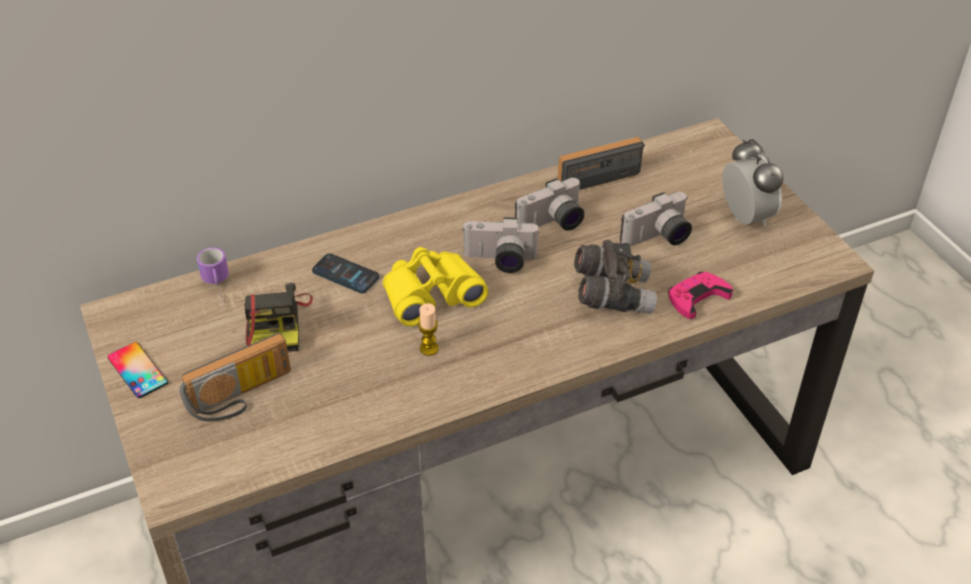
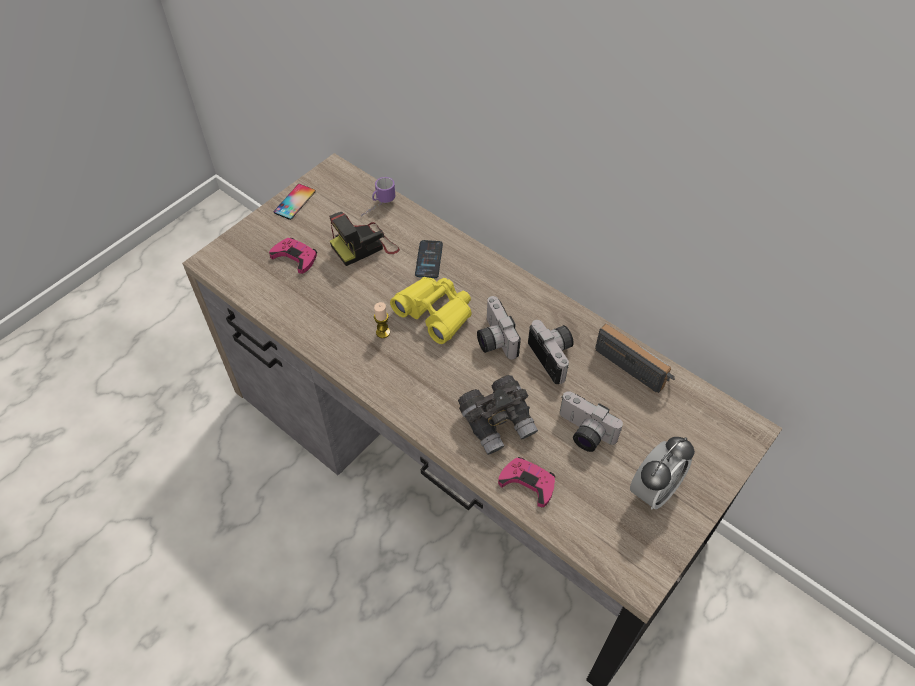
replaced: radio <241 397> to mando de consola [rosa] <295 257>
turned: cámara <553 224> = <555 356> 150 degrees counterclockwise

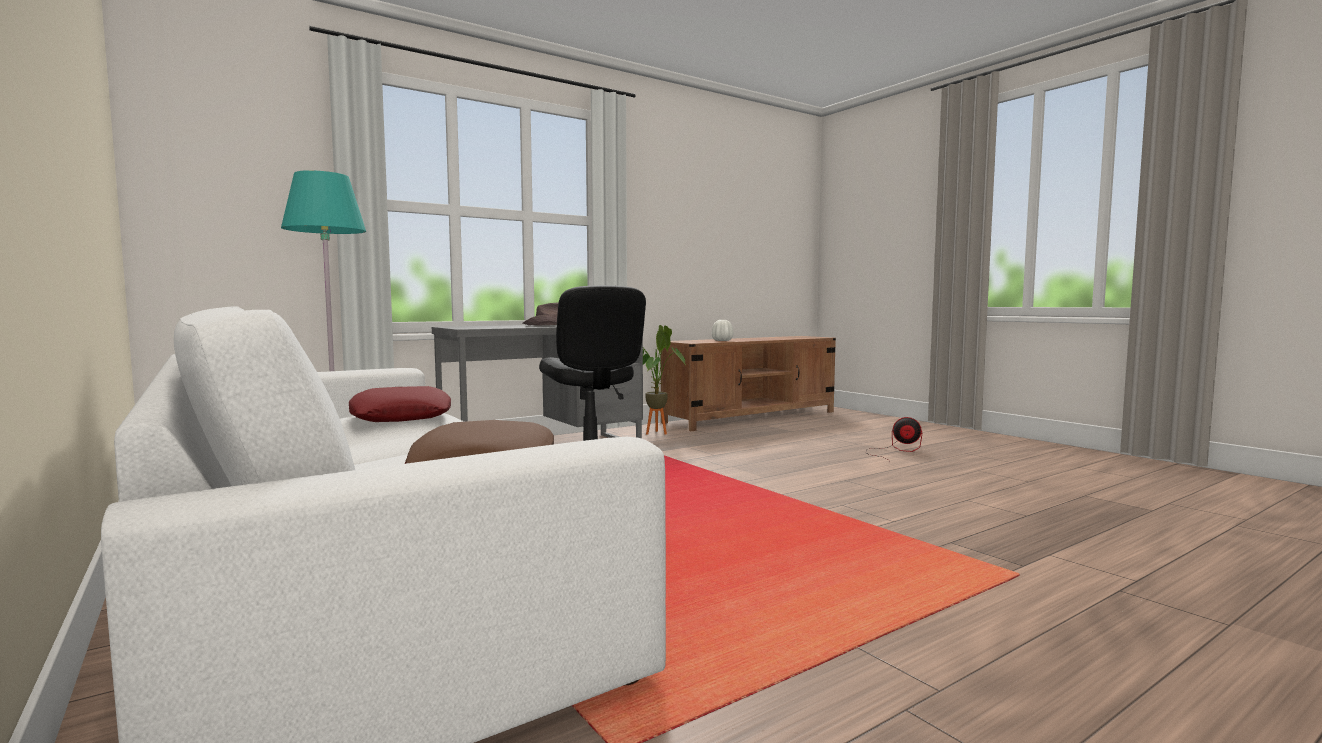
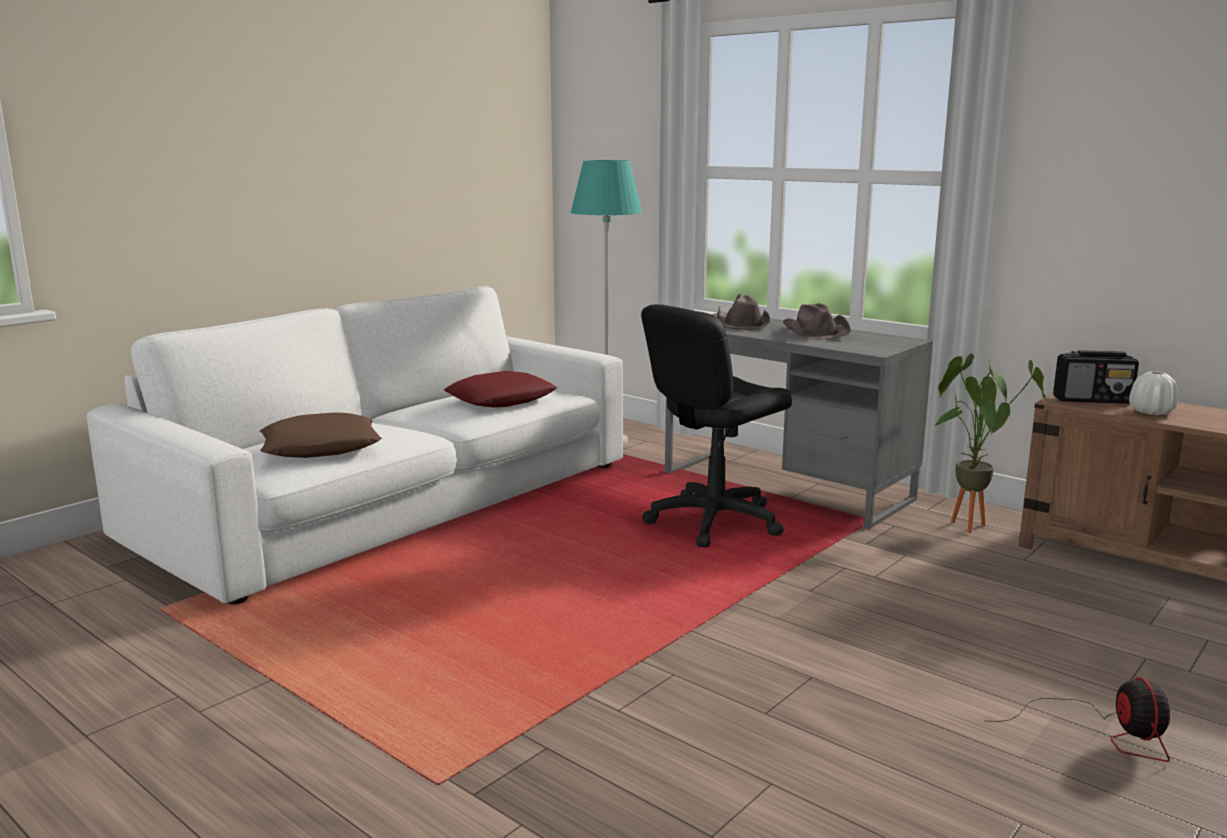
added: sombrero [marrón] <741 324>; radio <1093 400>

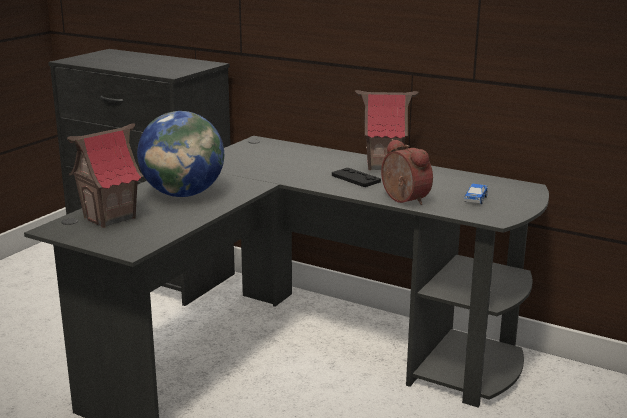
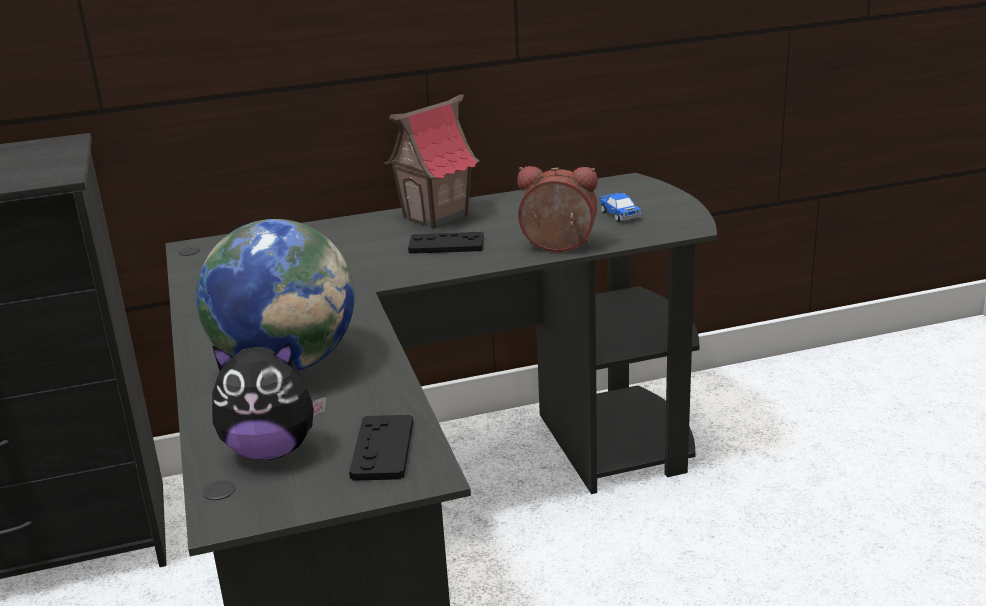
added: mando de consola [negro] <382 449>
replaced: casita <110 218> to peluche <271 450>

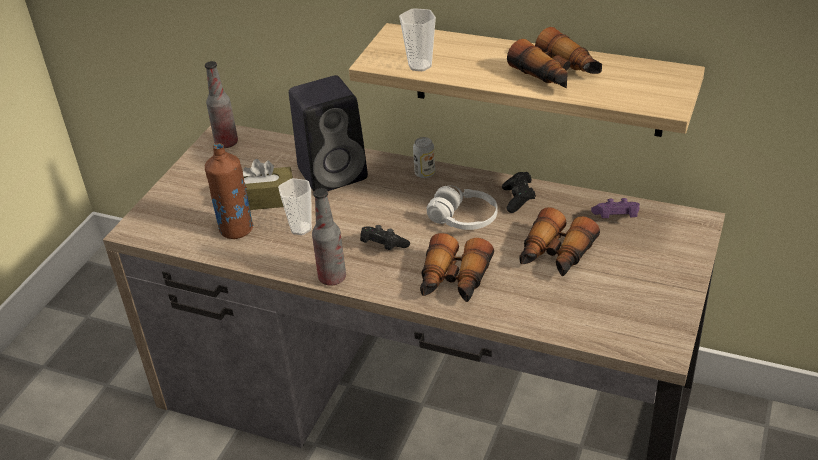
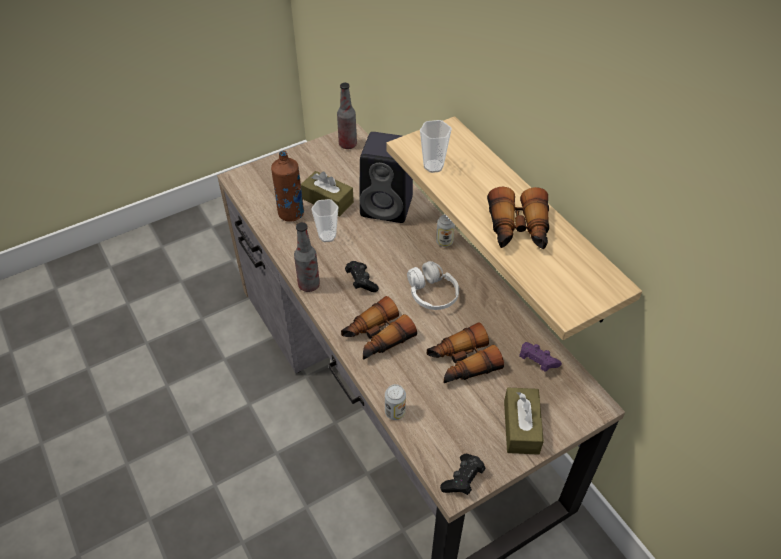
added: lata <395 412>; caja de pañuelos [marrón] <521 427>
moved: mando de consola [negro] <518 199> to <463 479>

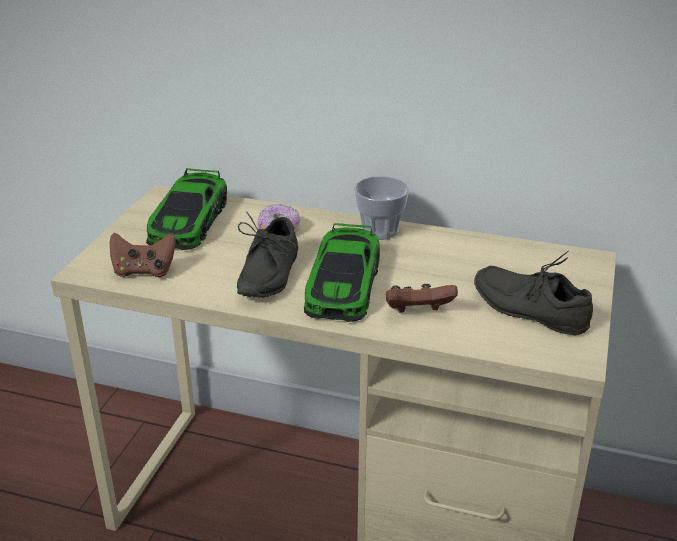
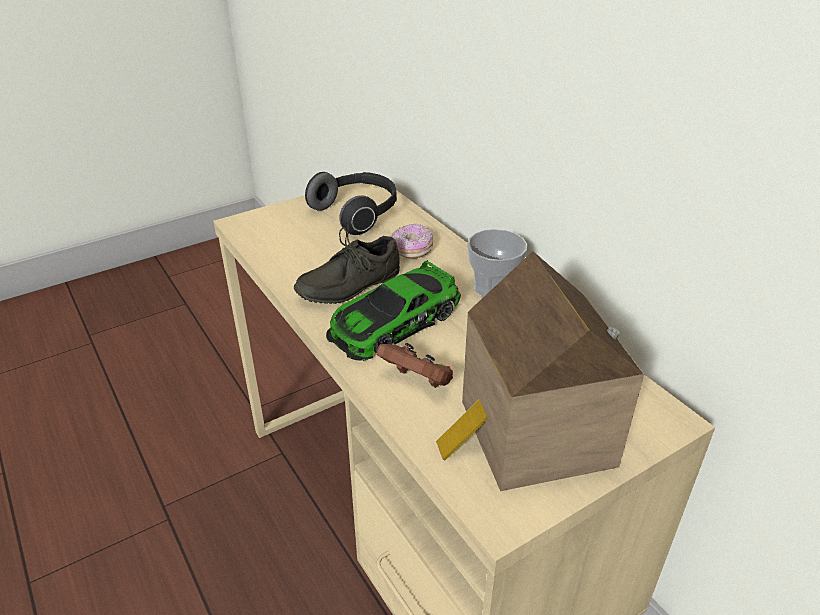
removed: mando de consola [marrón] <144 271>
replaced: coche de juguete <189 221> to auriculares <357 214>; zapato [gris] <531 308> to casita <529 436>

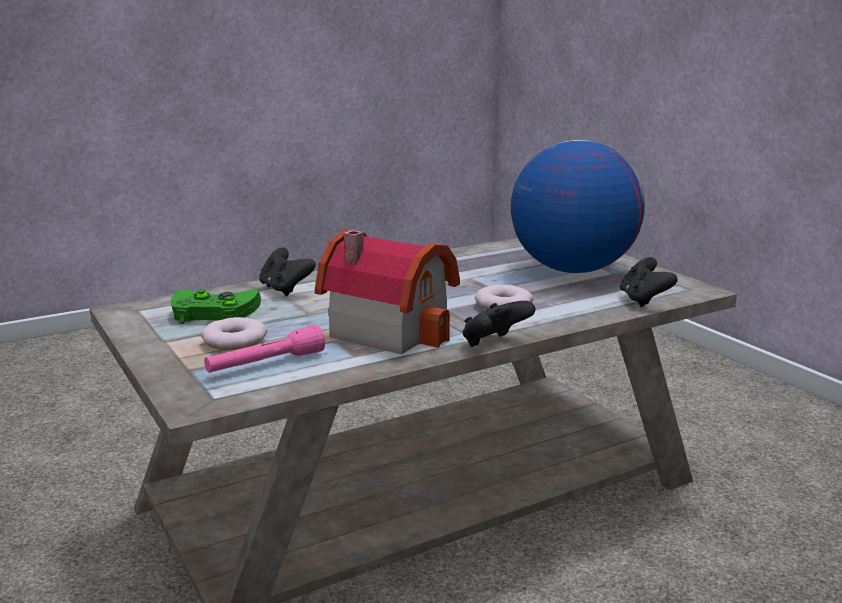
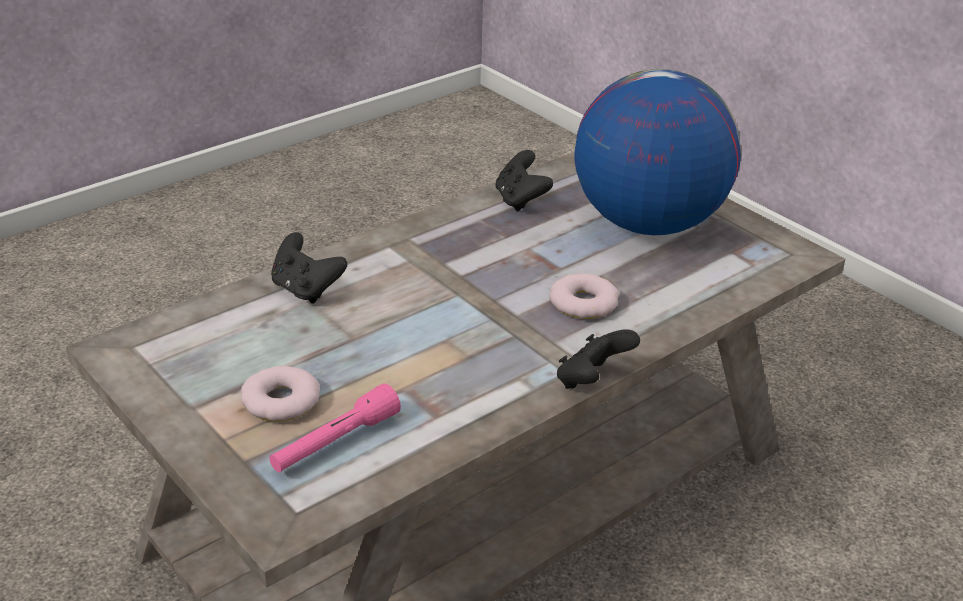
removed: mando de consola [verde] <211 312>; casita <390 328>
moved: mando de consola [negro] <643 300> to <520 200>

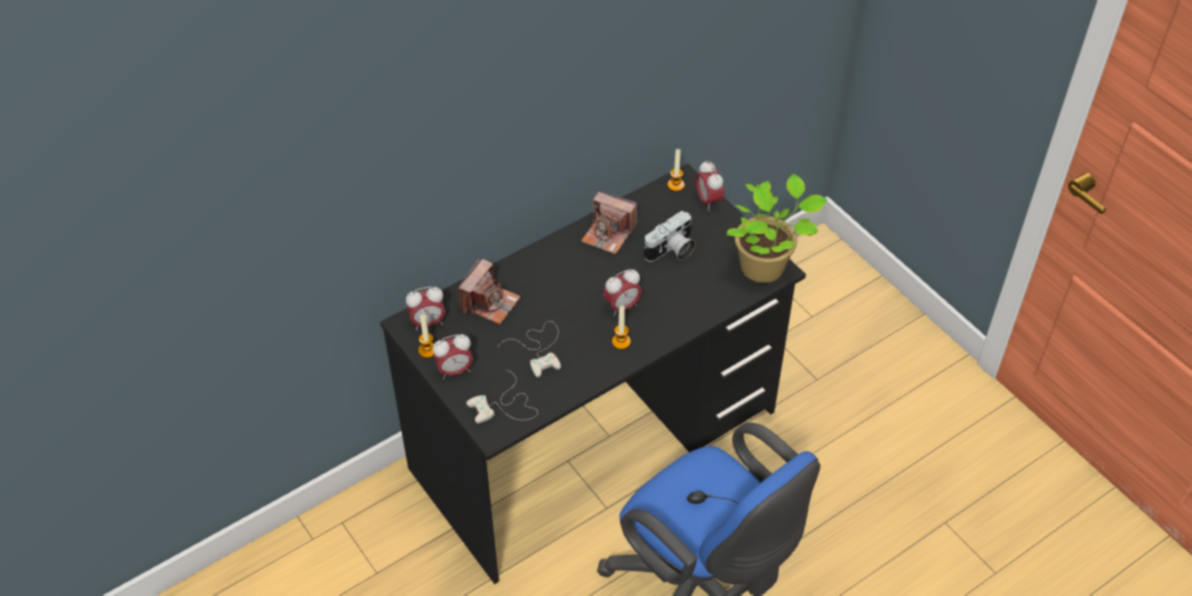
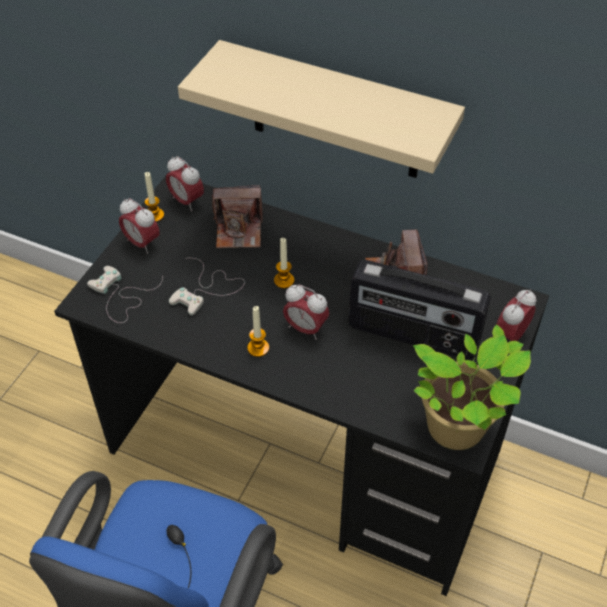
added: estante [beis] <336 113>
moved: vela <675 185> to <284 280>
replaced: cámara <672 251> to radio <413 335>

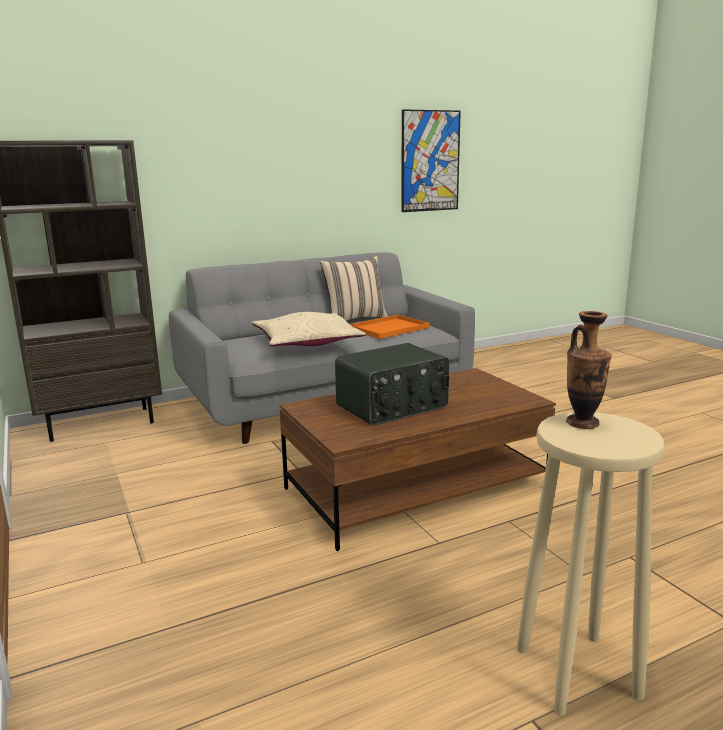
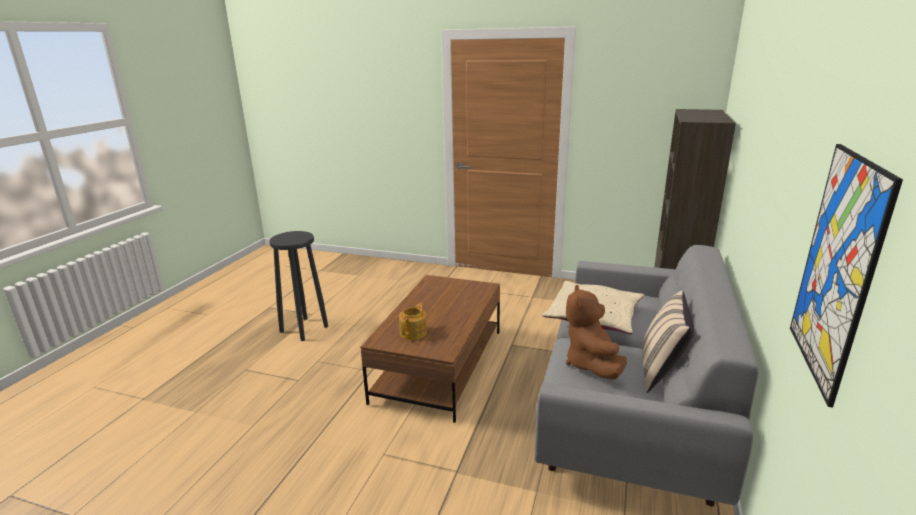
removed: radio <393 407>; florero <582 423>
added: tetera <414 332>
replaced: bandeja [naranja] <388 328> to peluche [marrón] <591 364>
recoloured: taburete [beis] <575 672> to taburete [negro] <304 328>

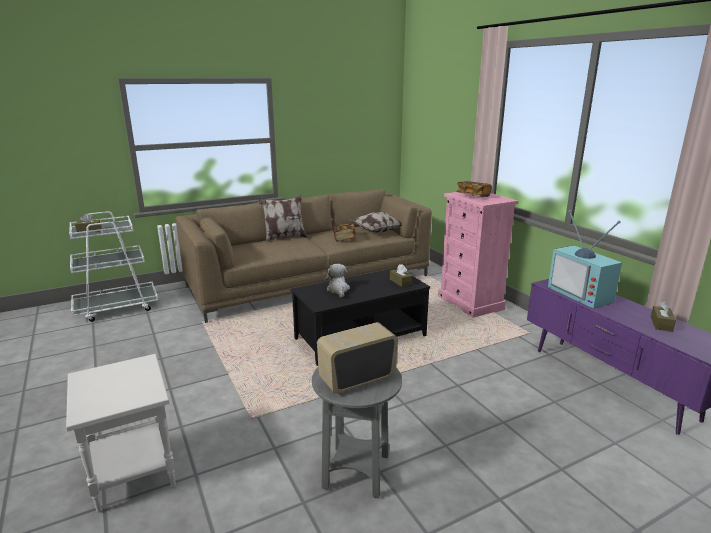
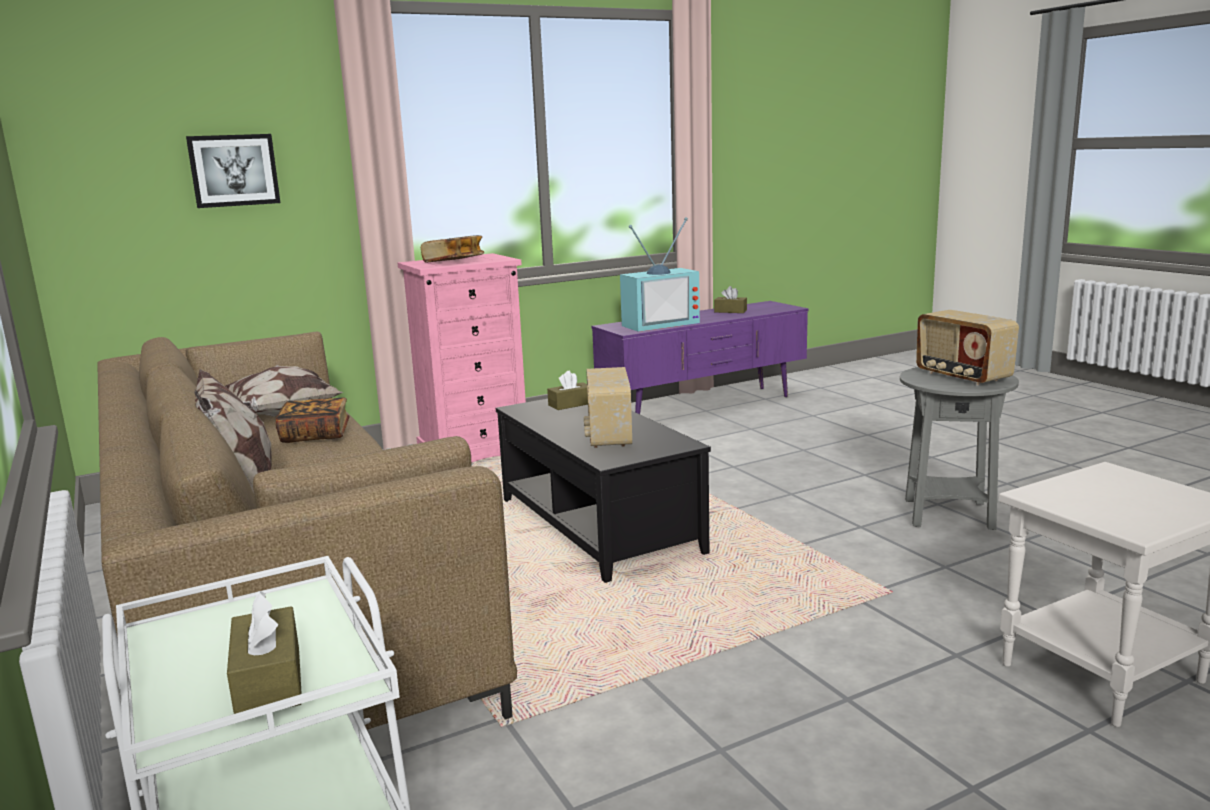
added: cuadro <234 170>
replaced: peluche <338 290> to radio <608 437>

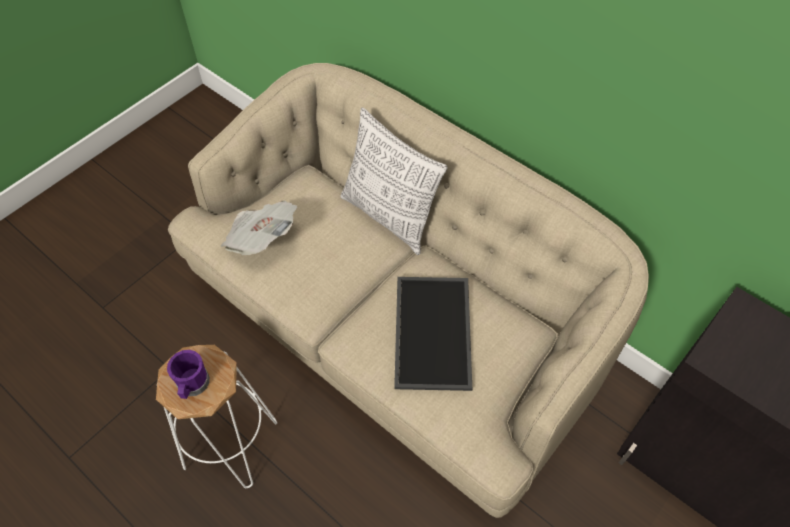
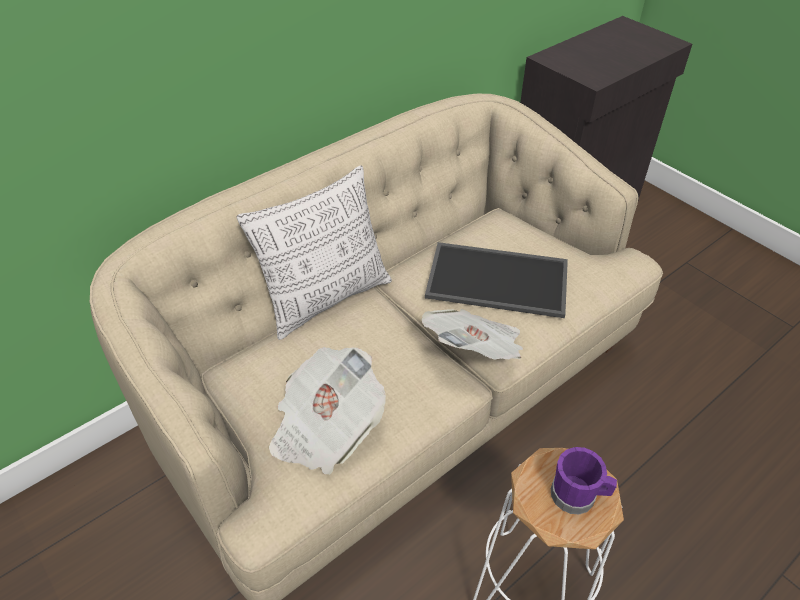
added: periódico <475 351>

